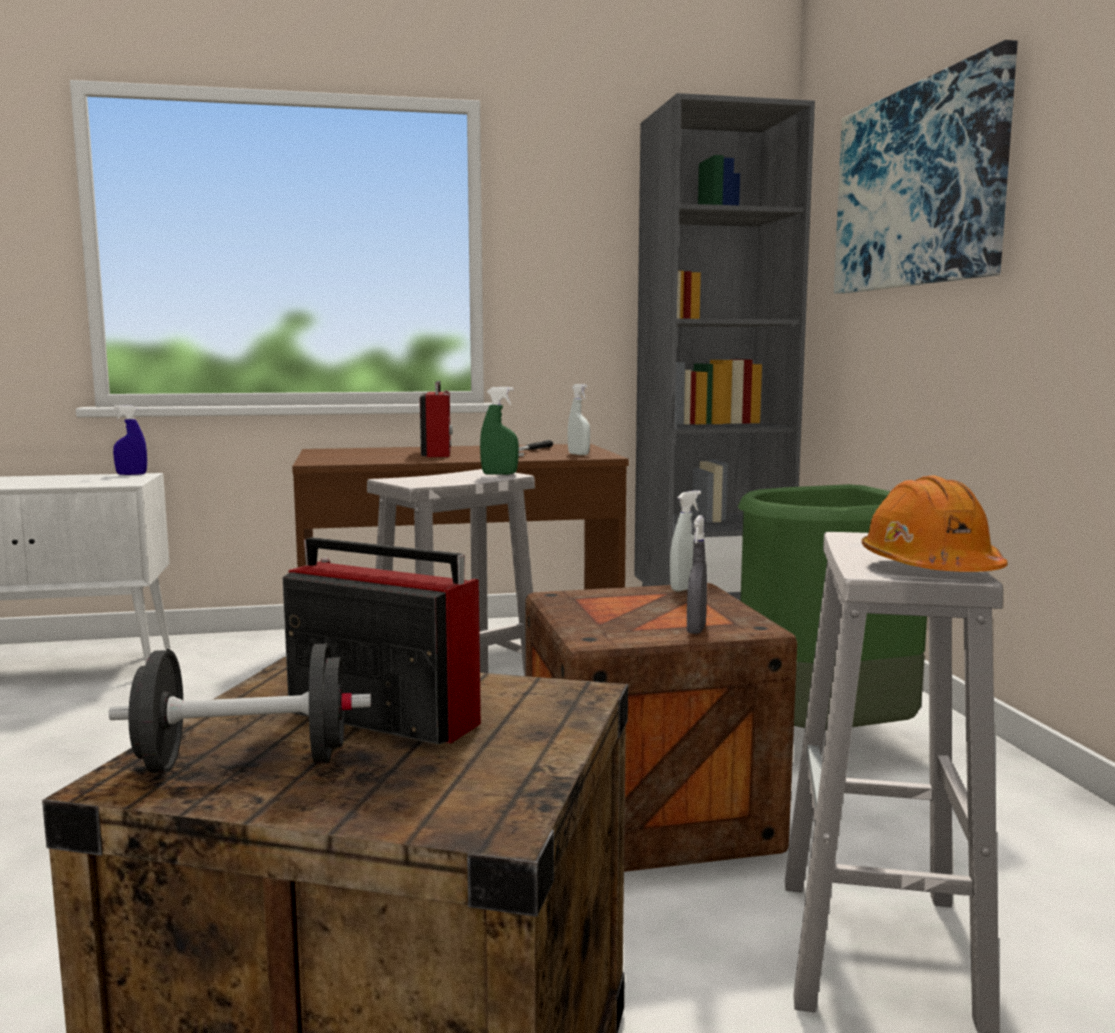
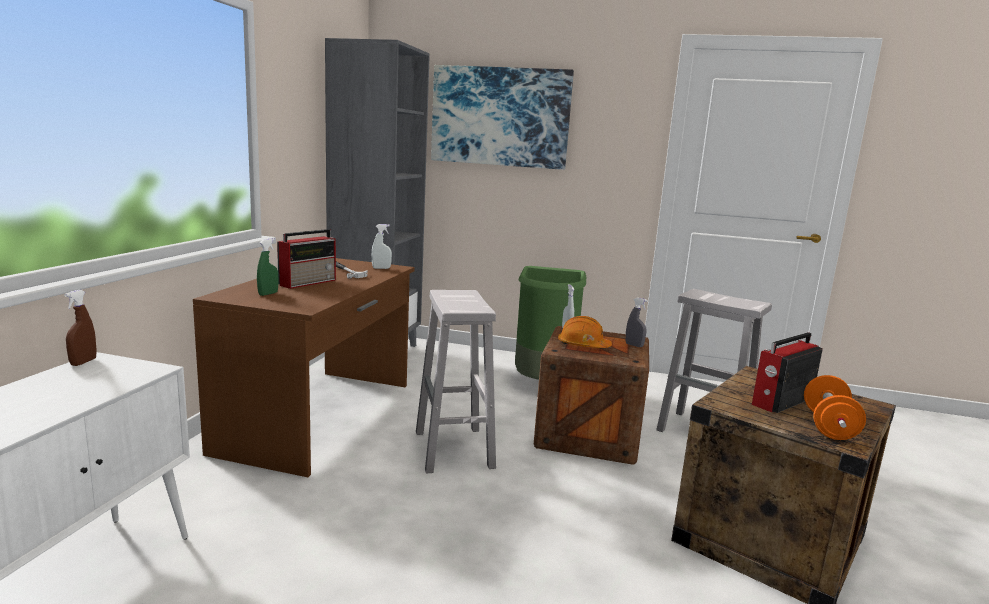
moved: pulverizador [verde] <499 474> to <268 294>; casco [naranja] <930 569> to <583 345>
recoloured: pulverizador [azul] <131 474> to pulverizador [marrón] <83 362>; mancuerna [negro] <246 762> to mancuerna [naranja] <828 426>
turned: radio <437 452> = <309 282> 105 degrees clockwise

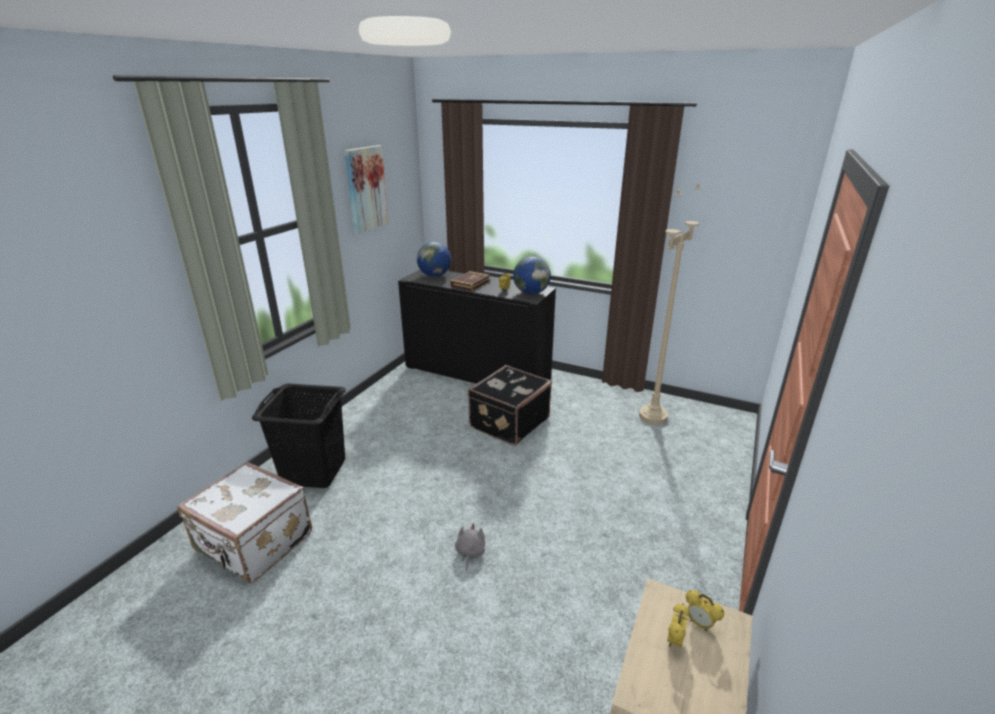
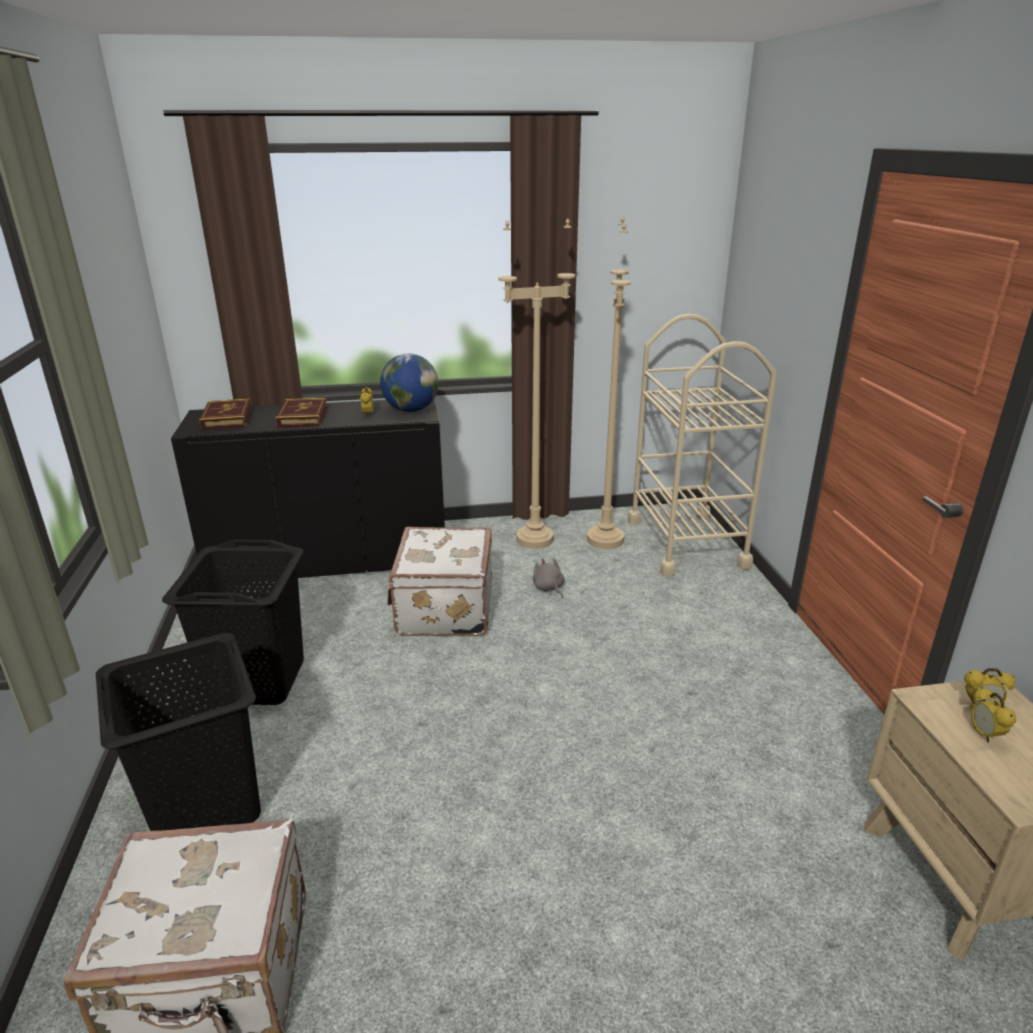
removed: cuadro <366 189>
added: cesto de la ropa [negro] <258 680>; lámpara de pie [beis] <535 539>; carrito [beis] <686 543>
moved: peluche [gris] <470 553> to <549 588>
replaced: globo terráqueo <434 275> to libro <227 418>
recoloured: maleta [negro] <508 422> to maleta [blanco] <443 609>

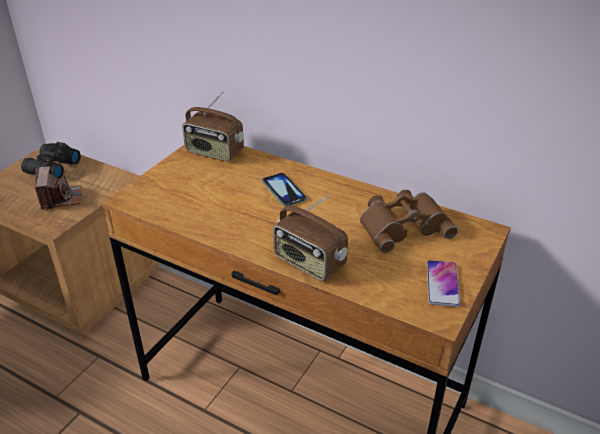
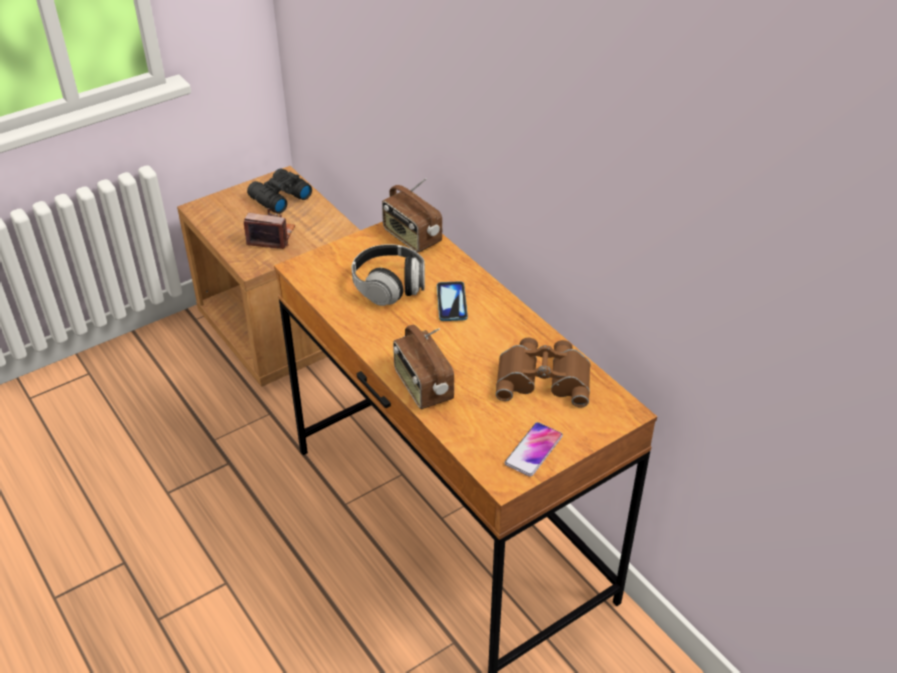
added: auriculares <389 286>
turned: cámara <61 198> = <271 237> 90 degrees counterclockwise

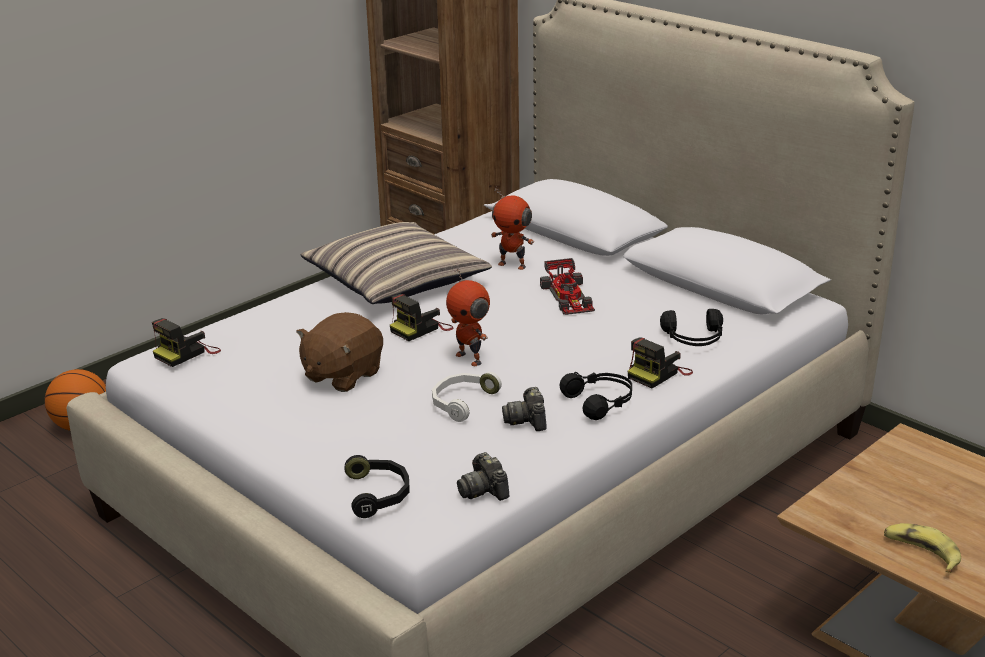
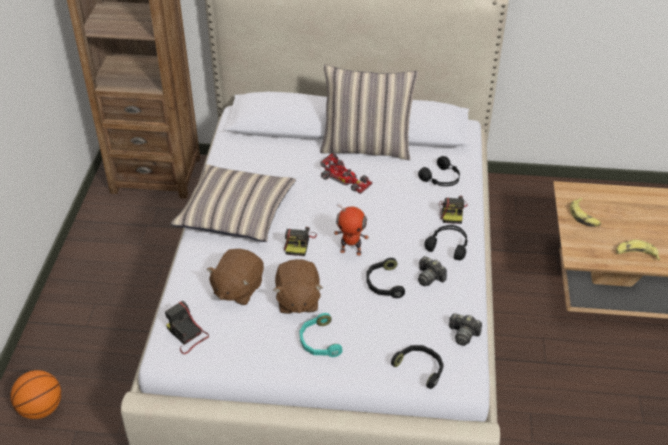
removed: robot de juguete <512 265>
added: peluche [marrón] <237 289>; auriculares [turquesa] <318 342>; cojín <367 147>; plátano <584 216>
recoloured: auriculares [blanco] <461 402> to auriculares [negro] <383 283>
turned: cámara <187 353> = <187 335> 135 degrees clockwise

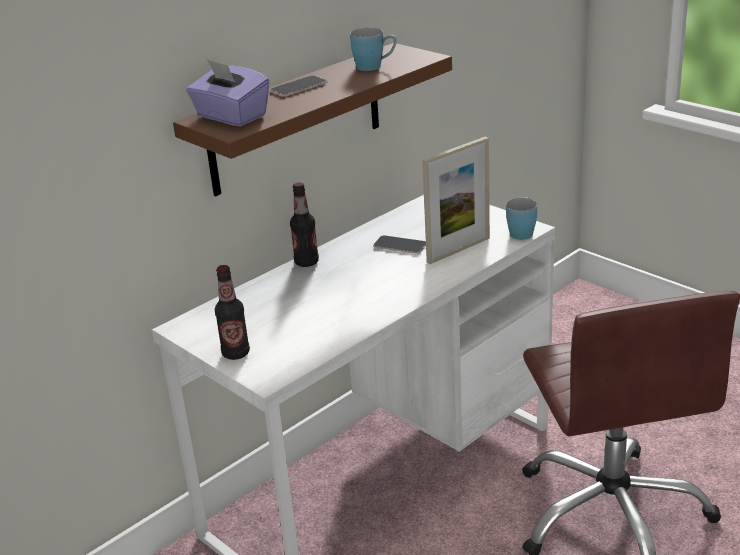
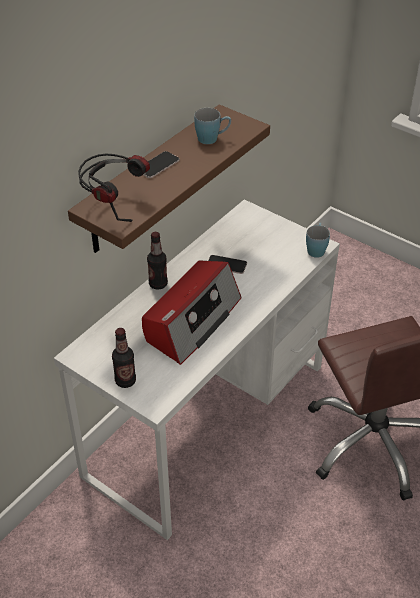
removed: portarretratos <458 250>
added: radio <191 321>
replaced: caja de pañuelos [morado] <231 117> to auriculares <114 205>

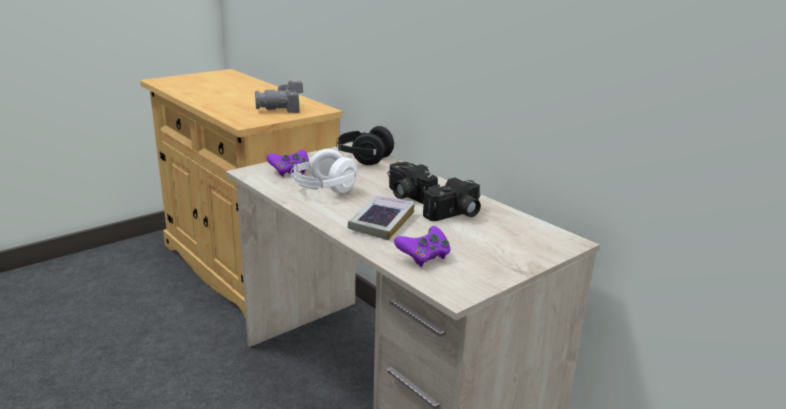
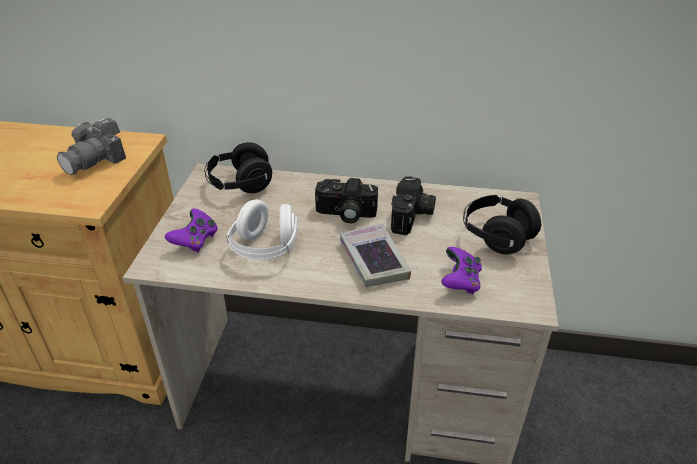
added: auriculares [negro] <496 236>

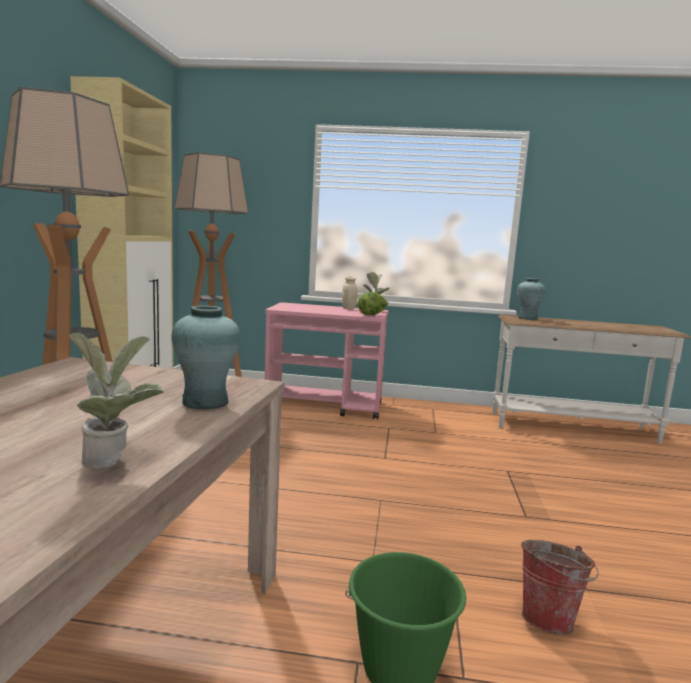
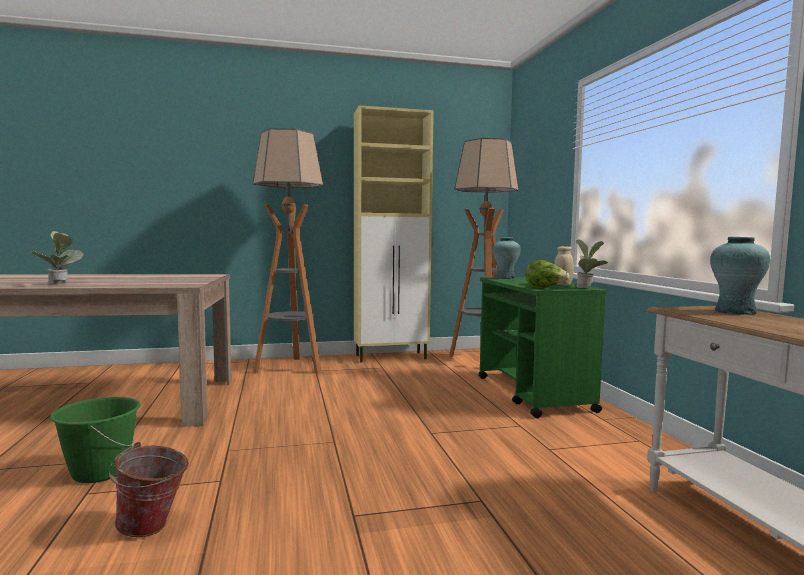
moved: florero [turquesa] <205 402> to <505 278>
recoloured: carrito [rosa] <325 405> to carrito [verde] <533 394>

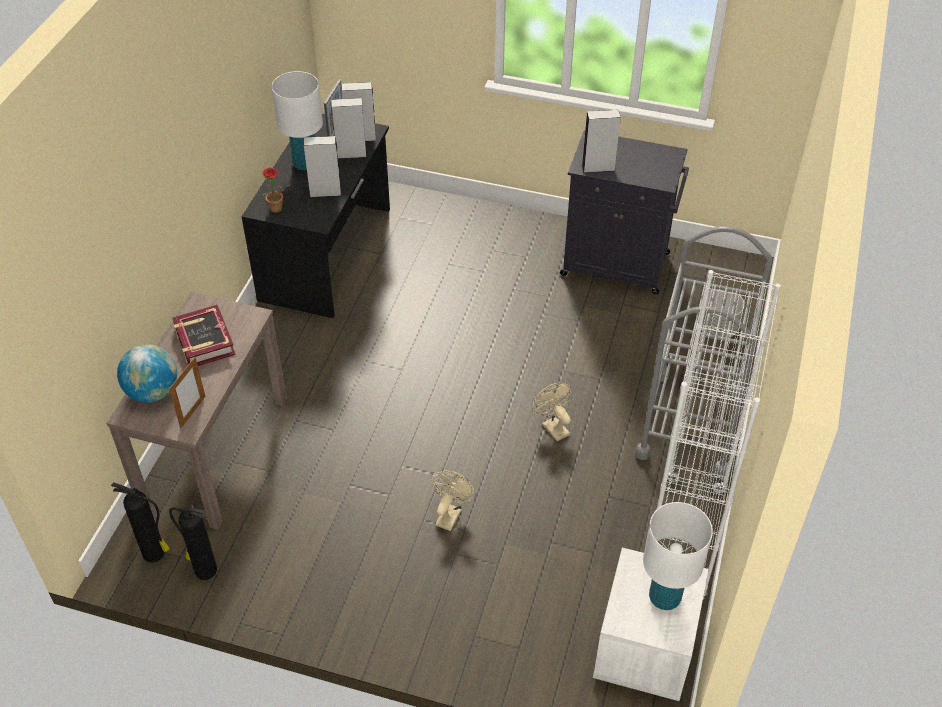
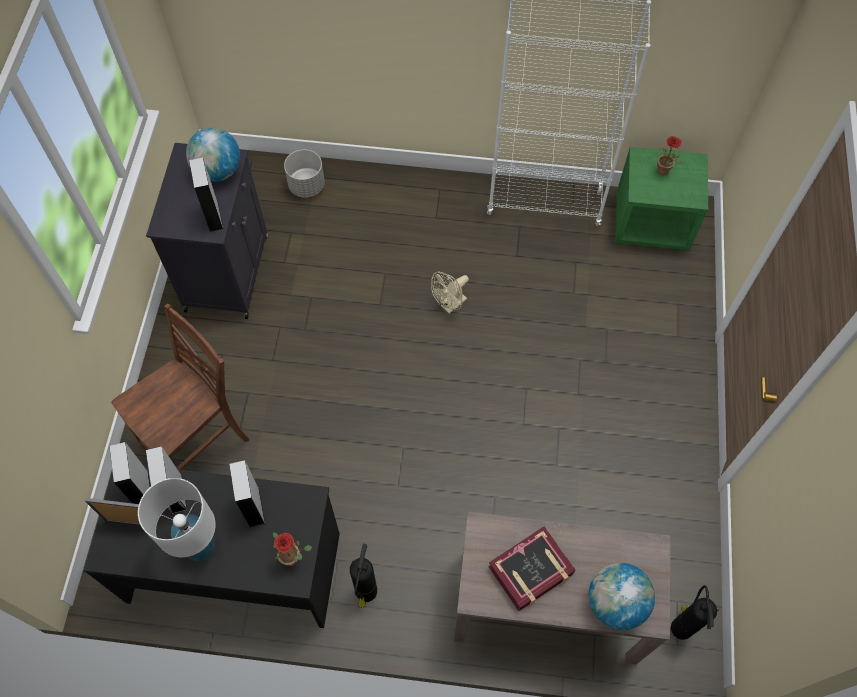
removed: portarretratos <192 412>; ventilador [beis] <450 513>; carrito [gris] <690 423>
added: silla [marrón] <199 443>; globo terráqueo <218 171>
moved: extintor <204 570> to <366 593>
replaced: lámpara de mesa [blanco] <664 597> to planta en maceta <665 172>
recoloured: mesita de noche [blanco] <644 650> to mesita de noche [verde] <652 222>

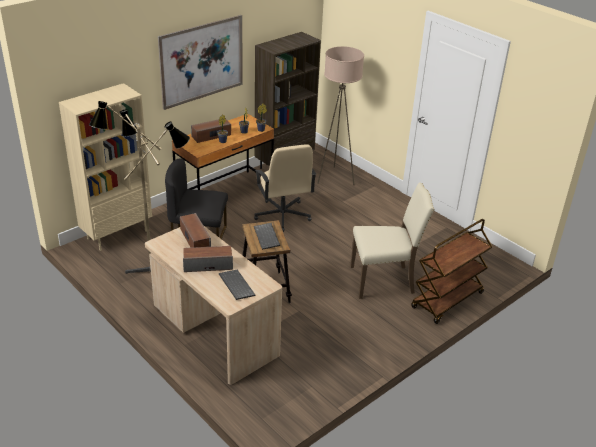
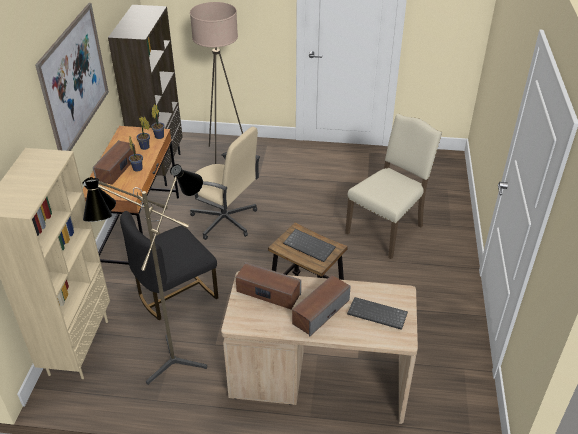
removed: carrito [marrón] <447 301>

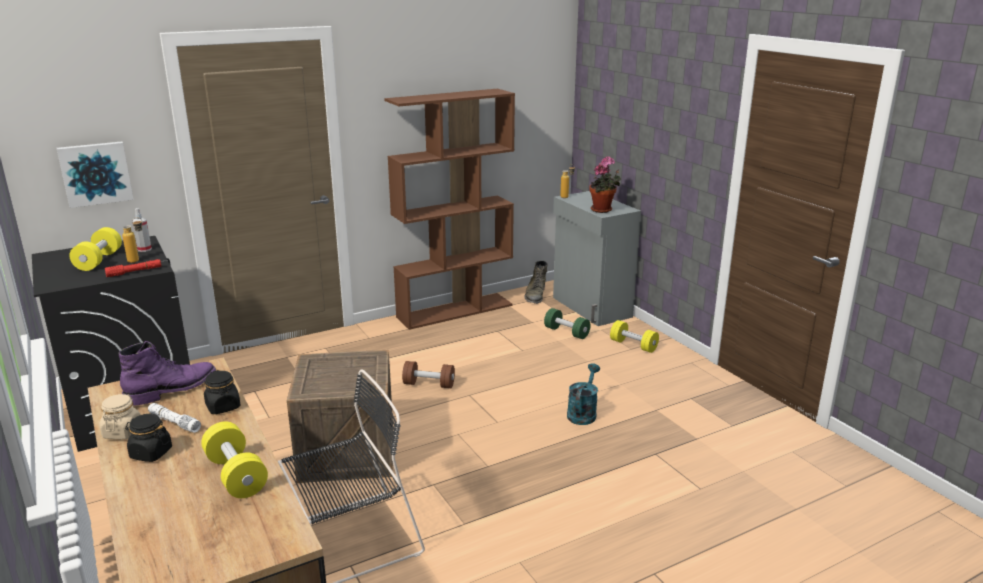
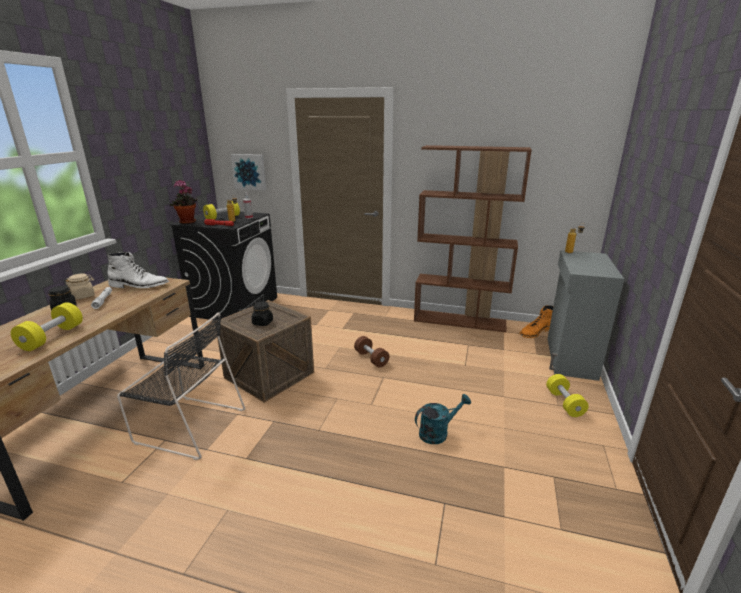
removed: mancuerna [verde] <566 332>
moved: planta en maceta <603 210> to <187 222>; tarro [negro] <223 407> to <262 323>
recoloured: bota [morado] <172 389> to bota [blanco] <139 286>; bota [verde] <535 295> to bota [naranja] <535 332>

